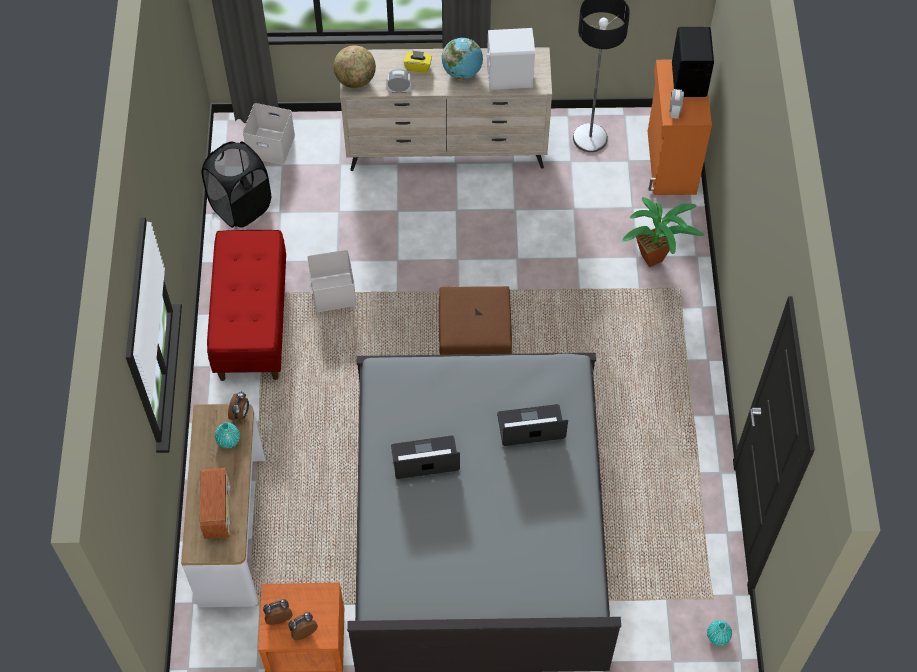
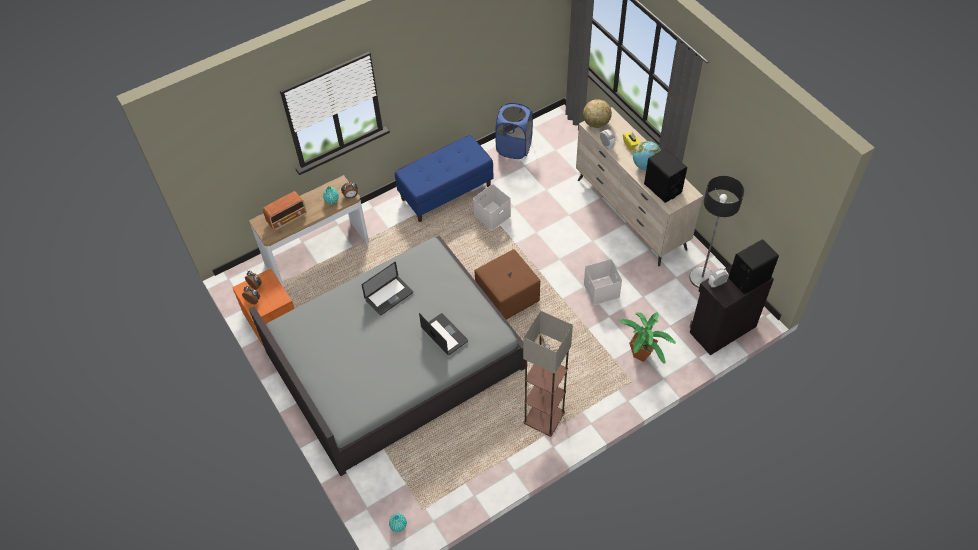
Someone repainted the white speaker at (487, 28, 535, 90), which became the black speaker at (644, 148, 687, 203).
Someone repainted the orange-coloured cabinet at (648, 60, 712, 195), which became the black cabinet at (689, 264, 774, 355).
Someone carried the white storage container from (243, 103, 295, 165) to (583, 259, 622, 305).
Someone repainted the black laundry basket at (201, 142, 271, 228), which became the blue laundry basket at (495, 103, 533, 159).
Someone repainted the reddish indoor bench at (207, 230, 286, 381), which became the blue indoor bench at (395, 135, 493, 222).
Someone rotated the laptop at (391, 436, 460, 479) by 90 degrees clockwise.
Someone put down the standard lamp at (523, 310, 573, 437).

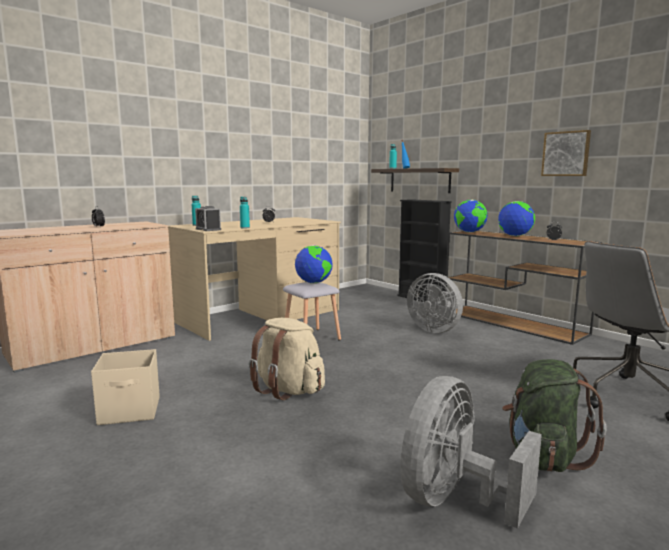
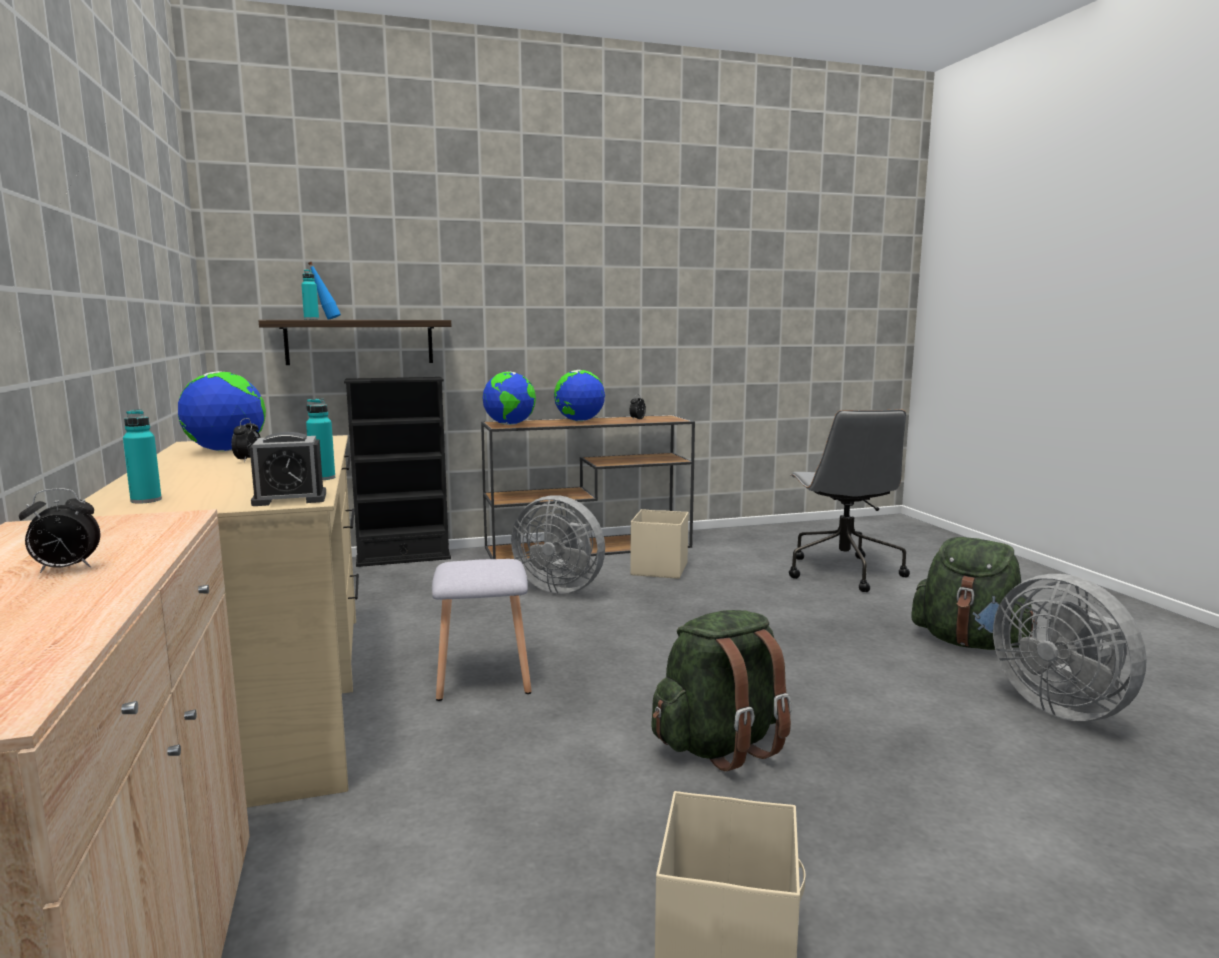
Someone took away the picture at (541, 130, 591, 176).
Someone carried the world globe from (295, 245, 333, 283) to (178, 371, 266, 451).
Someone rotated the gray fan at (407, 273, 463, 333) by 45 degrees clockwise.
Someone repainted the sand-coloured rucksack at (249, 318, 325, 400), which became the greenish rucksack at (651, 610, 792, 771).
Someone put down the sand-coloured storage container at (630, 509, 688, 579).

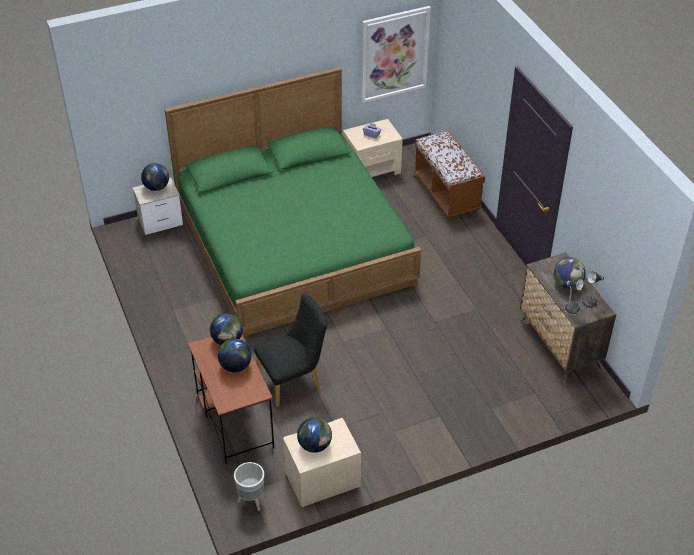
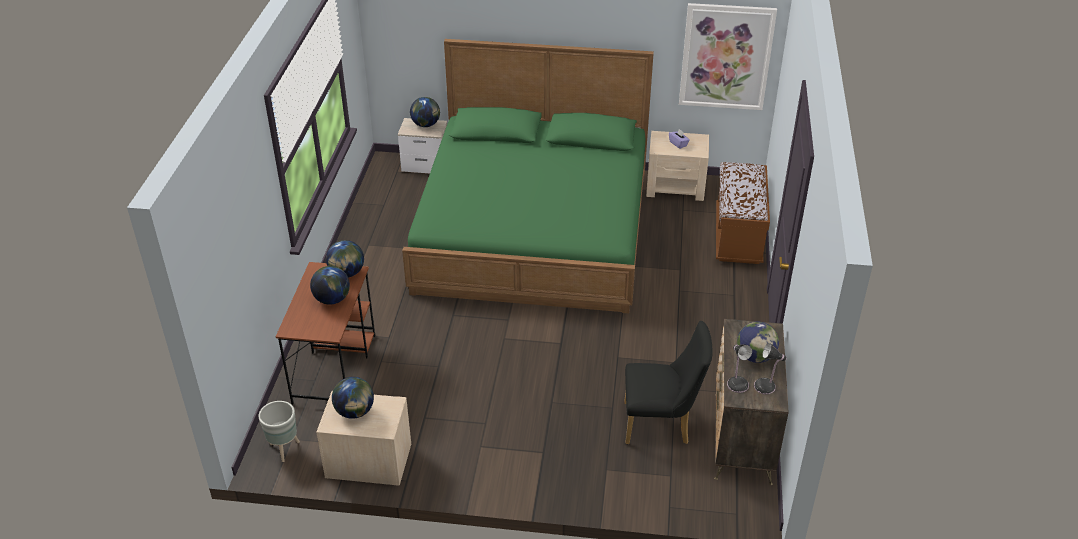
Someone carried the black plain chair from (254, 293, 327, 407) to (624, 321, 713, 444).

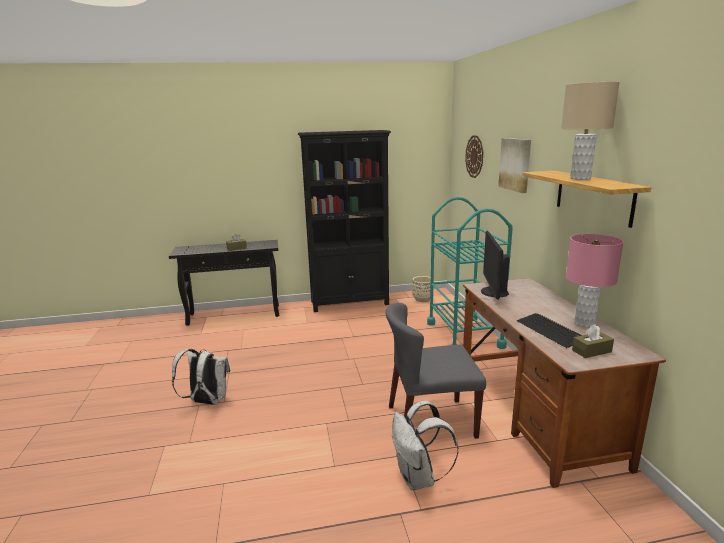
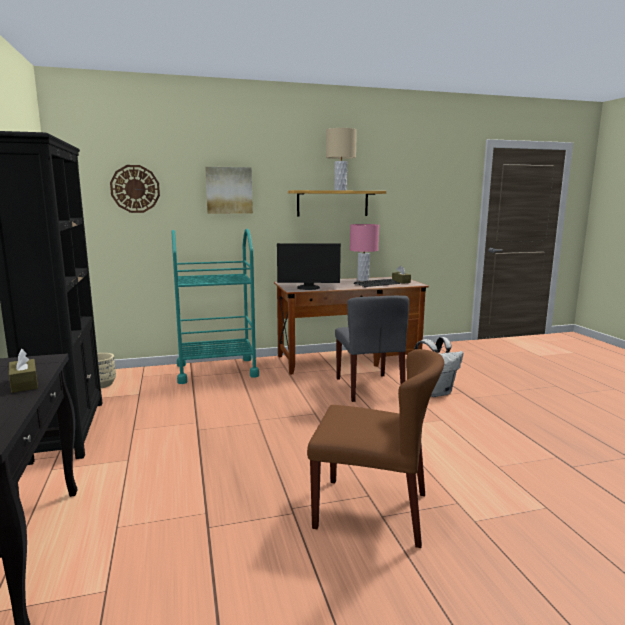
Someone swapped the white rucksack at (172, 349, 230, 405) for the brown-coloured plain chair at (307, 349, 444, 548).

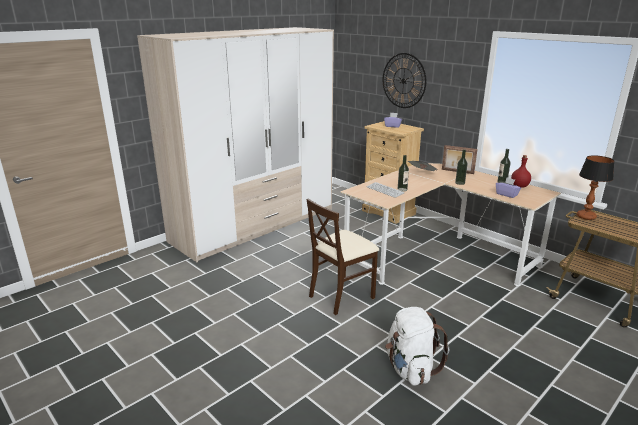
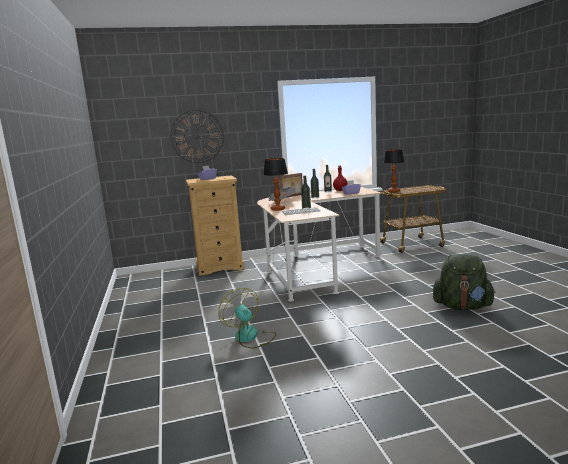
Someone took away the wardrobe at (137, 27, 334, 262).
Someone took away the sand-coloured plain chair at (307, 199, 379, 315).
Someone repainted the white rucksack at (385, 307, 449, 386), which became the greenish rucksack at (433, 255, 496, 310).
Someone put down the lamp for a table at (263, 158, 288, 211).
Someone put down the fan at (218, 288, 276, 348).

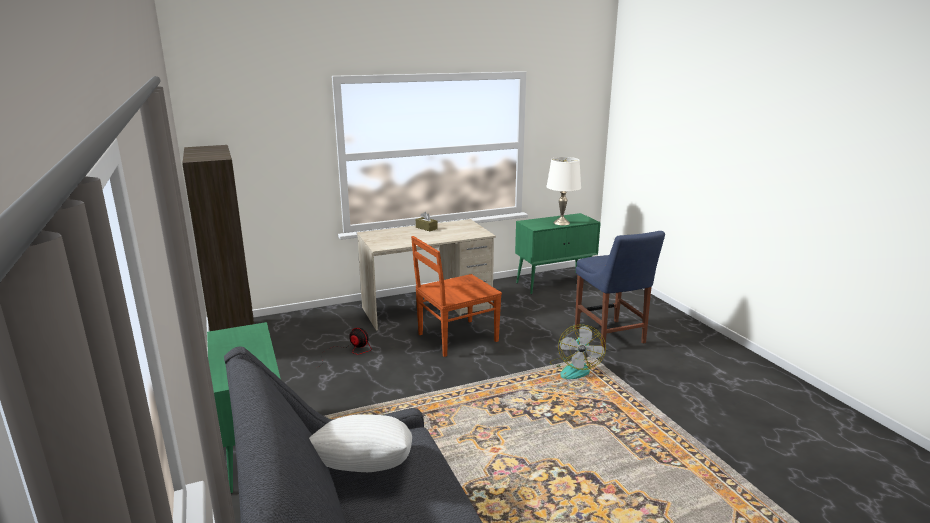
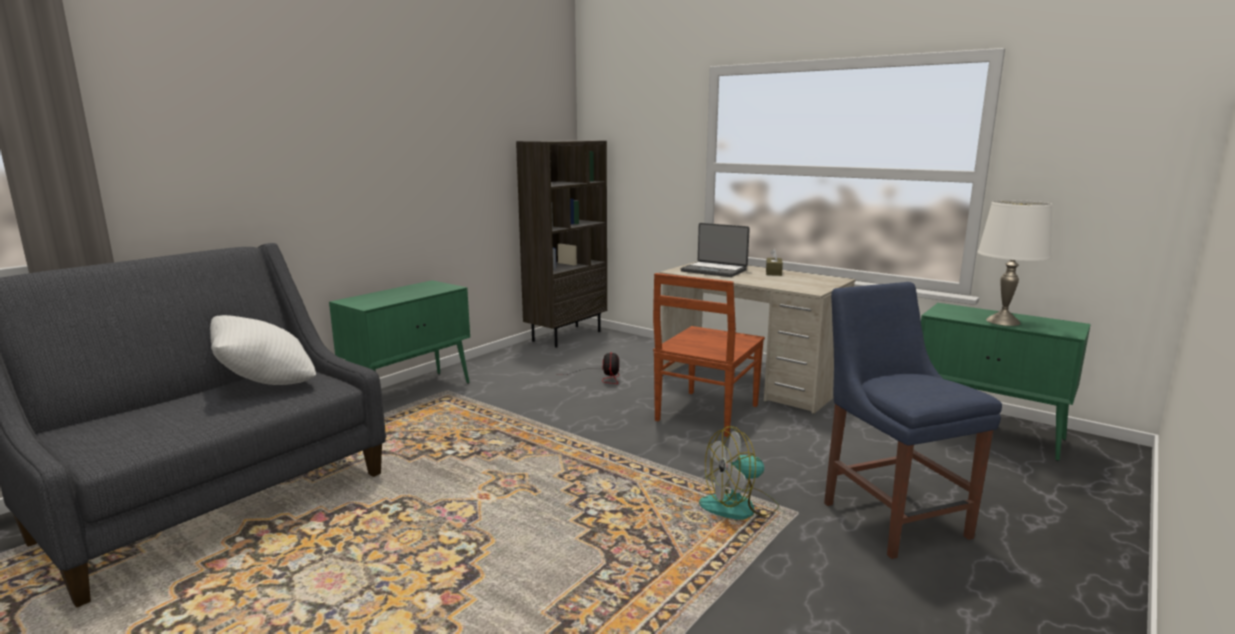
Someone rotated the blue plain chair at (575, 231, 665, 351) by 120 degrees clockwise.
Someone rotated the brown-coloured plain chair at (411, 236, 502, 357) by 90 degrees counterclockwise.
Someone put down the laptop at (681, 223, 750, 277).

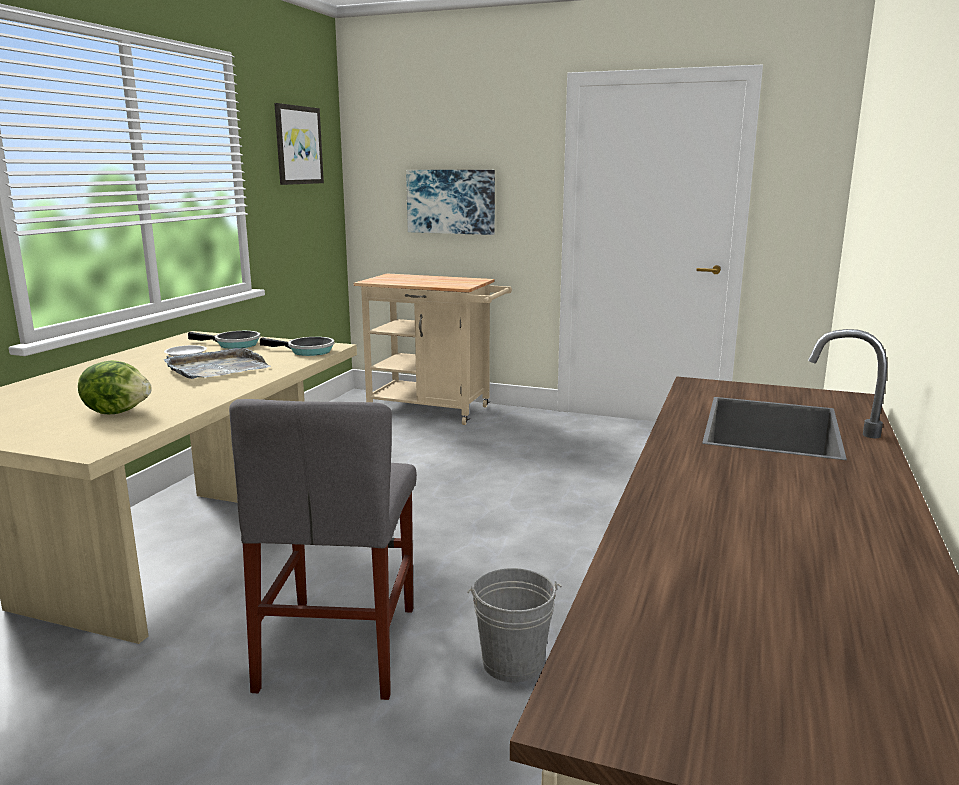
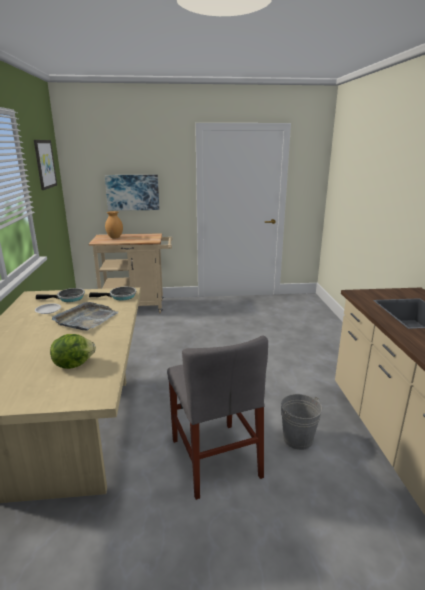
Someone put down the brown-coloured decorative vase at (105, 211, 123, 239).

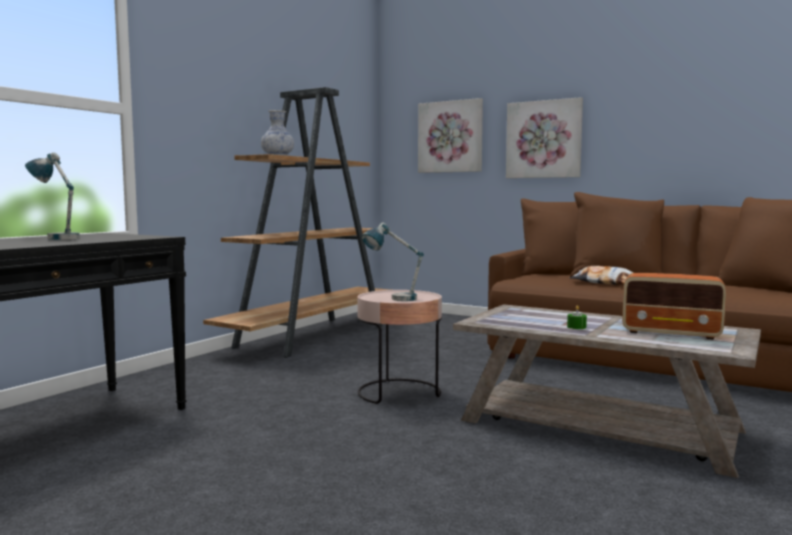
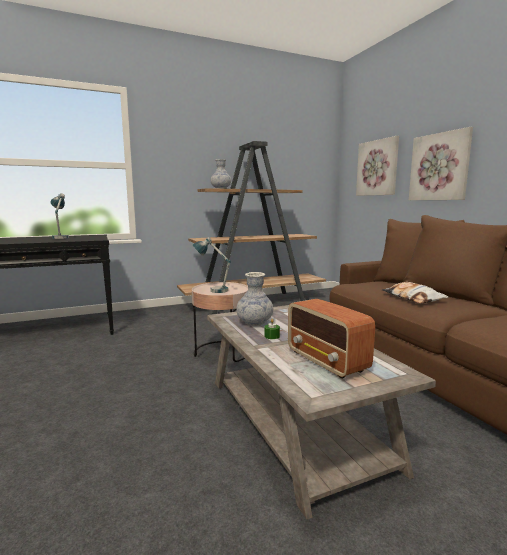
Someone put down the decorative vase at (237, 272, 273, 326).

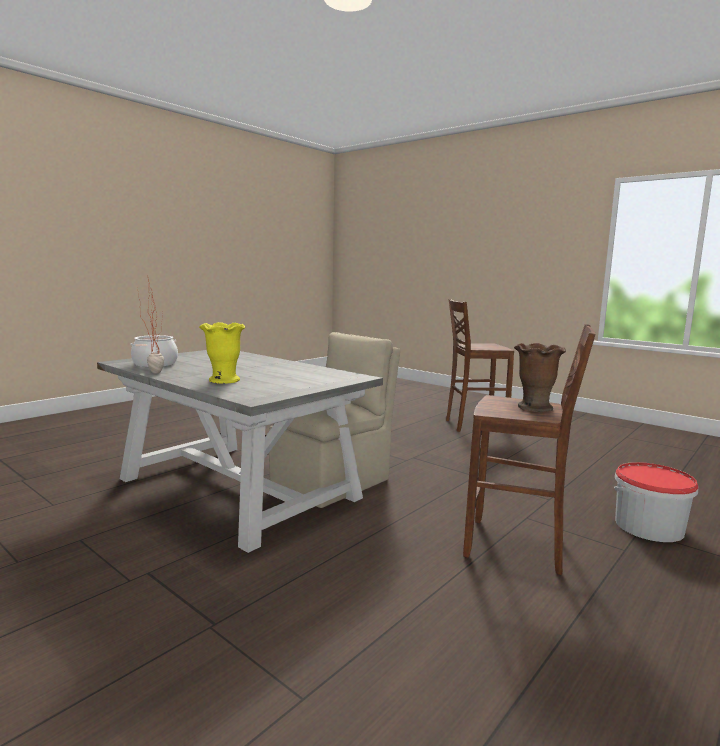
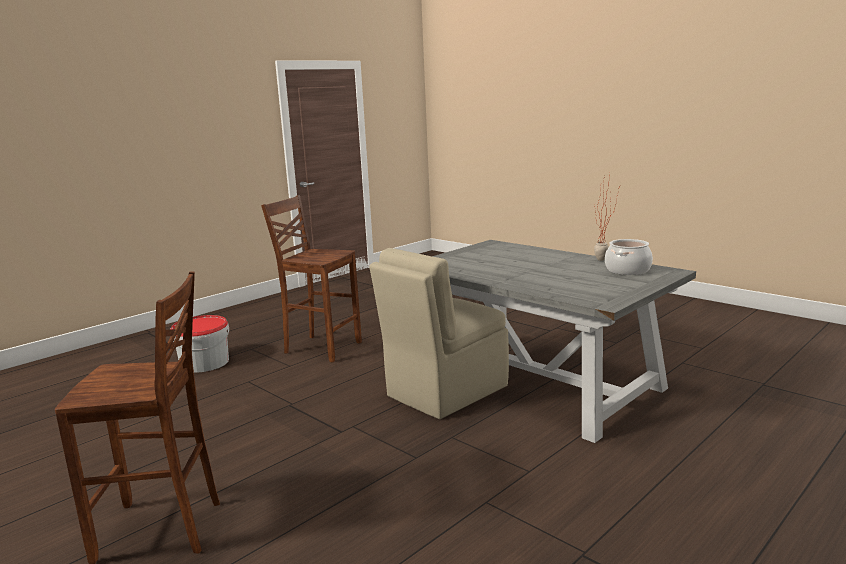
Someone took away the yellowish decorative vase at (199, 322, 245, 384).
Someone took away the brown-coloured decorative vase at (514, 343, 566, 412).

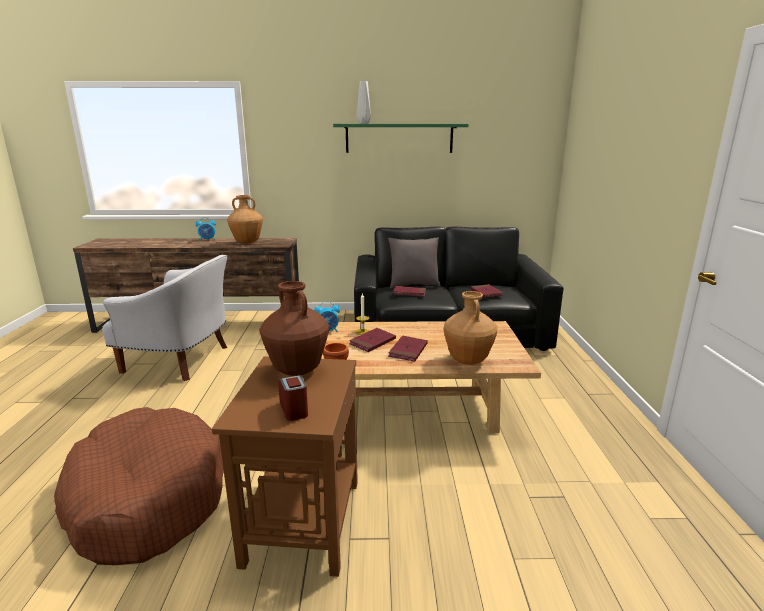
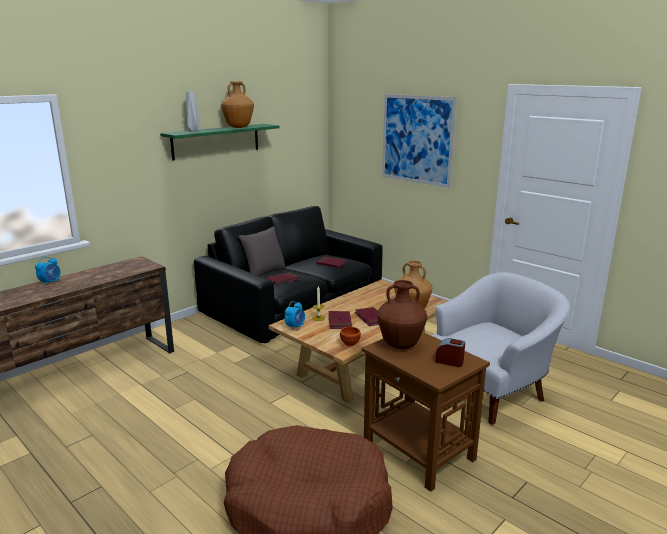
Someone carried the brown-coloured decorative vase from (227, 195, 263, 244) to (221, 82, 254, 128).
Someone carried the white lounge chair from (102, 255, 228, 381) to (431, 272, 570, 425).
Someone put up the picture at (382, 94, 457, 188).

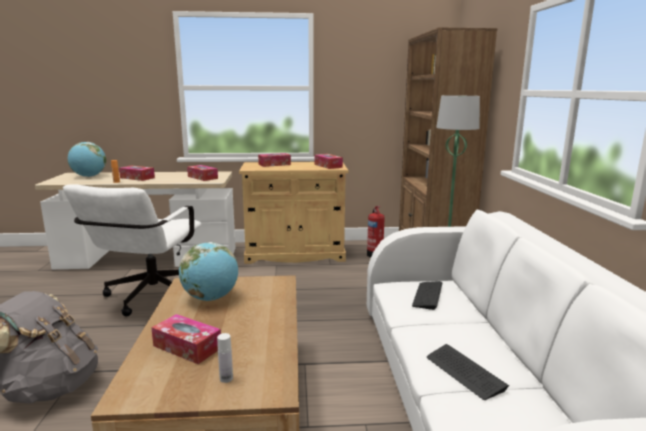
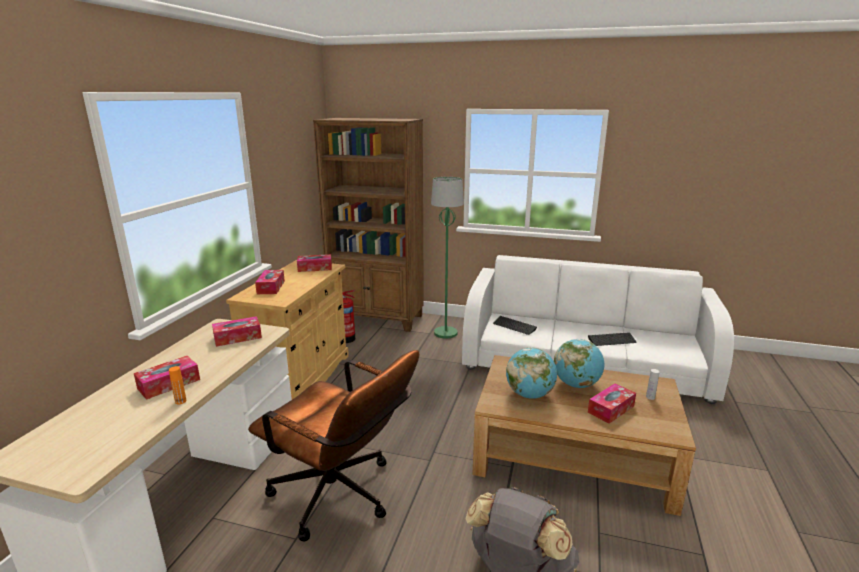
Someone carried the world globe from (68, 142, 106, 177) to (554, 339, 604, 388).
Someone repainted the white desk chair at (63, 184, 201, 316), which became the brown-coloured desk chair at (248, 350, 419, 542).

